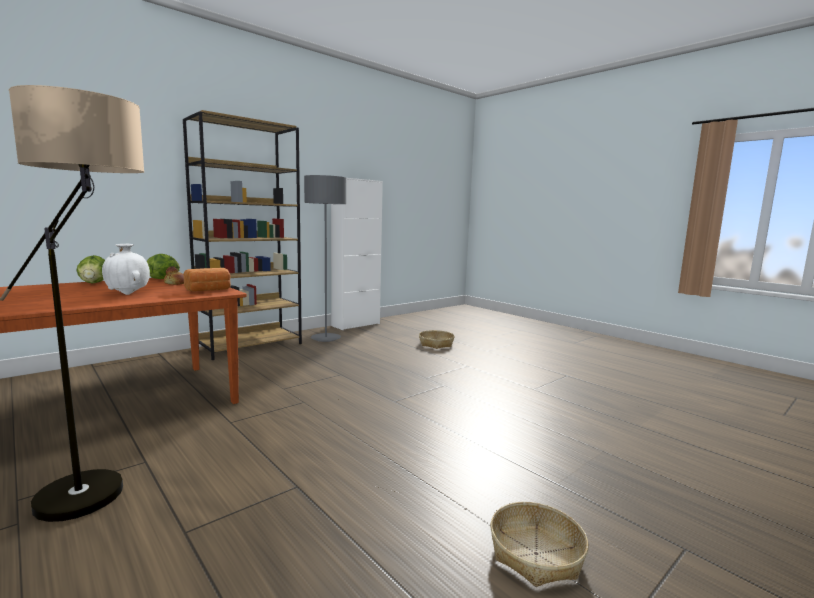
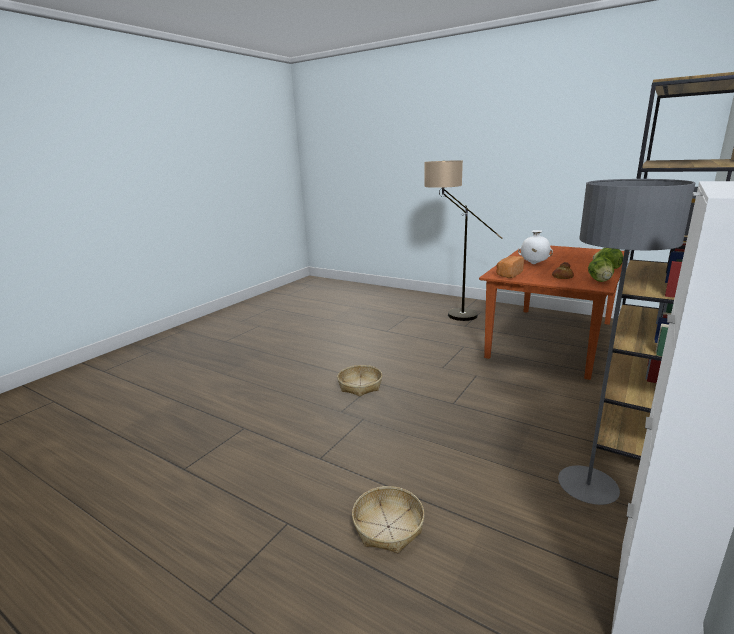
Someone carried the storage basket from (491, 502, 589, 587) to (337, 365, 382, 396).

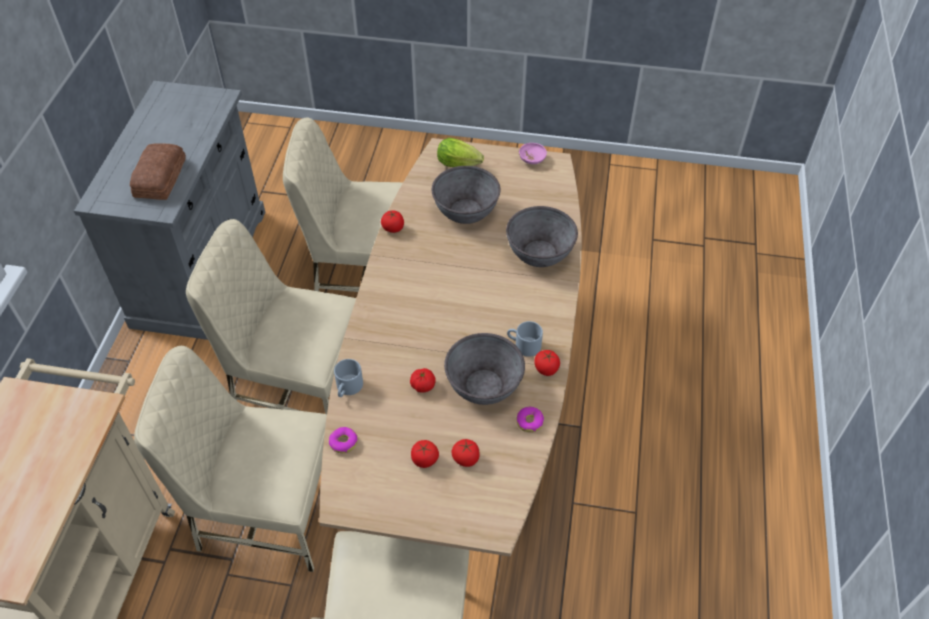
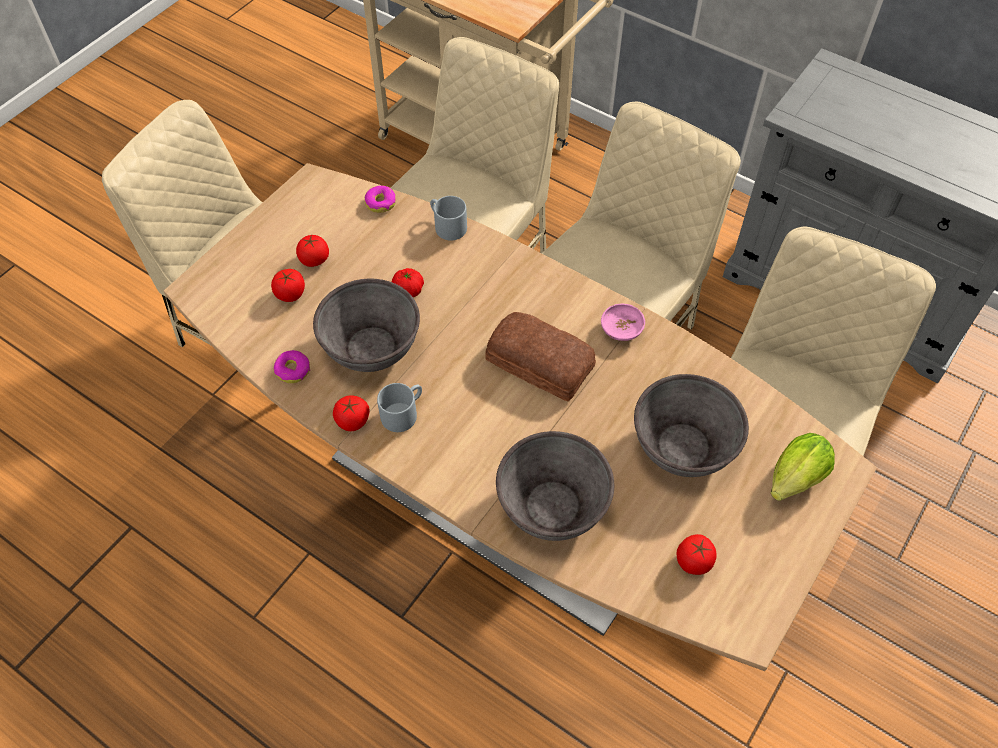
Someone carried the bakery bread from (130, 143, 186, 200) to (485, 312, 596, 401).
Someone carried the pinkish serving bowl from (519, 143, 547, 164) to (601, 304, 645, 341).
Someone carried the tomato from (381, 211, 404, 233) to (676, 534, 717, 575).

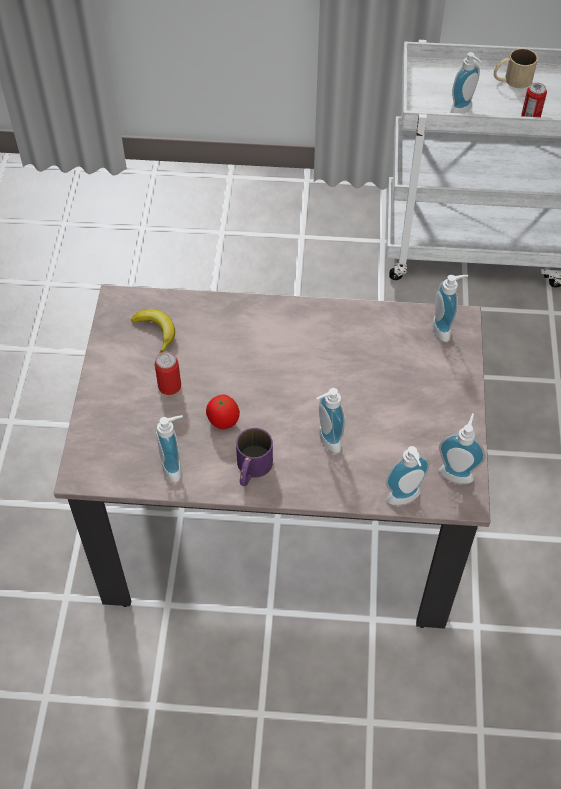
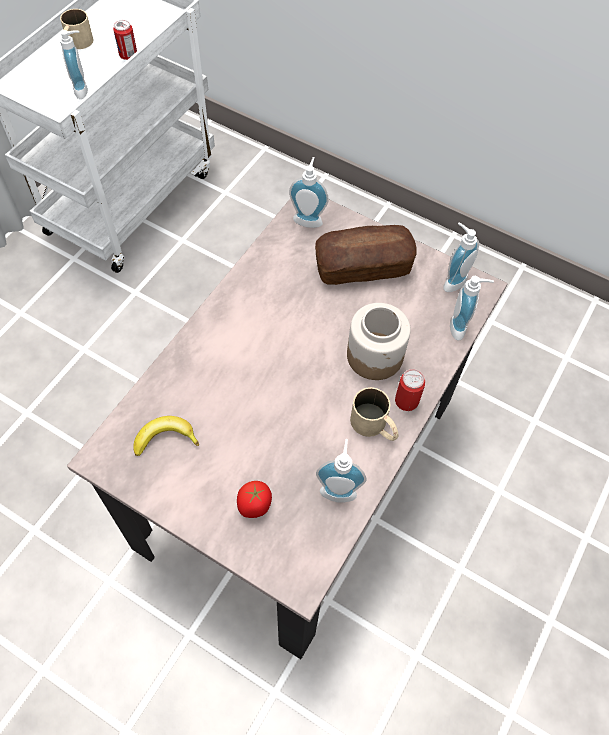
Someone carried the metal can from (155, 352, 181, 395) to (395, 369, 425, 411).
Someone swapped the soap bottle at (317, 388, 345, 453) for the jar at (347, 303, 411, 380).
Someone carried the tomato from (206, 395, 240, 429) to (237, 481, 272, 518).
Someone repainted the purple-coloured tea mug at (236, 428, 273, 486), which became the sand-coloured tea mug at (350, 387, 399, 441).
Someone put down the bakery bread at (315, 225, 417, 285).

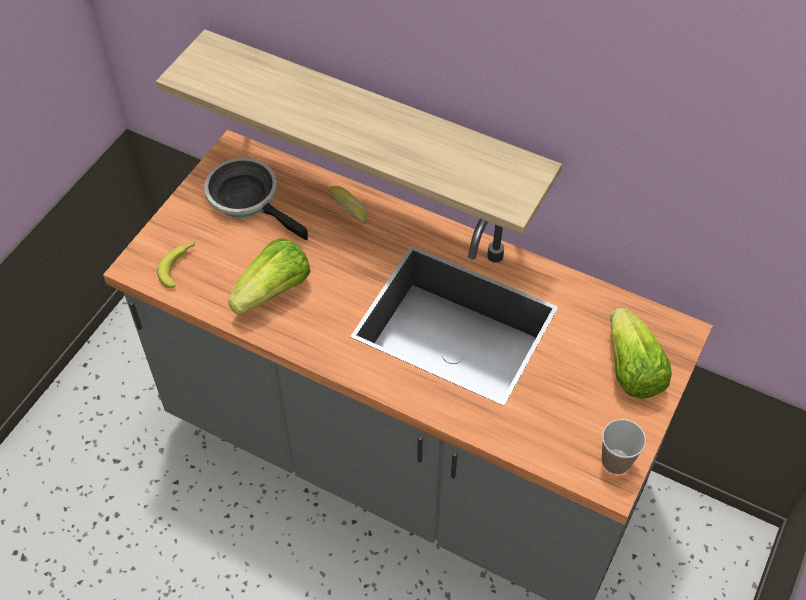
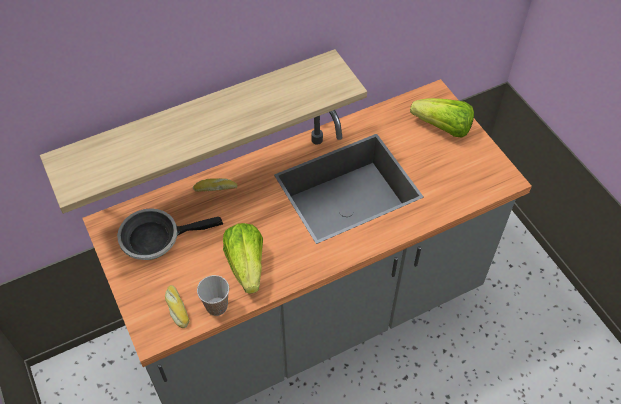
Someone swapped the banana fruit at (157, 241, 195, 288) for the bakery bread at (165, 285, 189, 328).
Someone carried the small cup from (602, 419, 646, 474) to (197, 275, 229, 316).

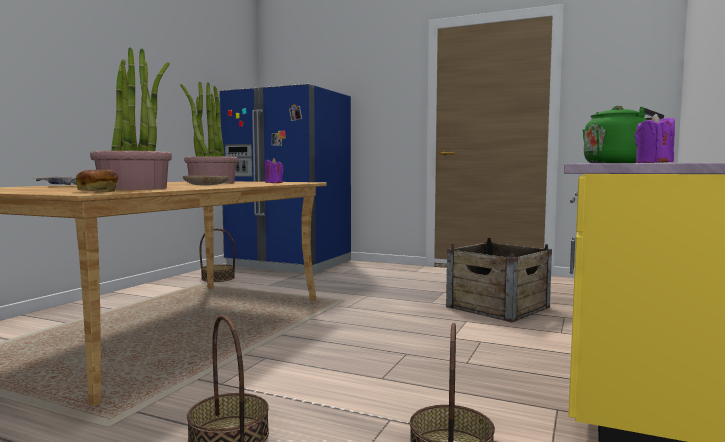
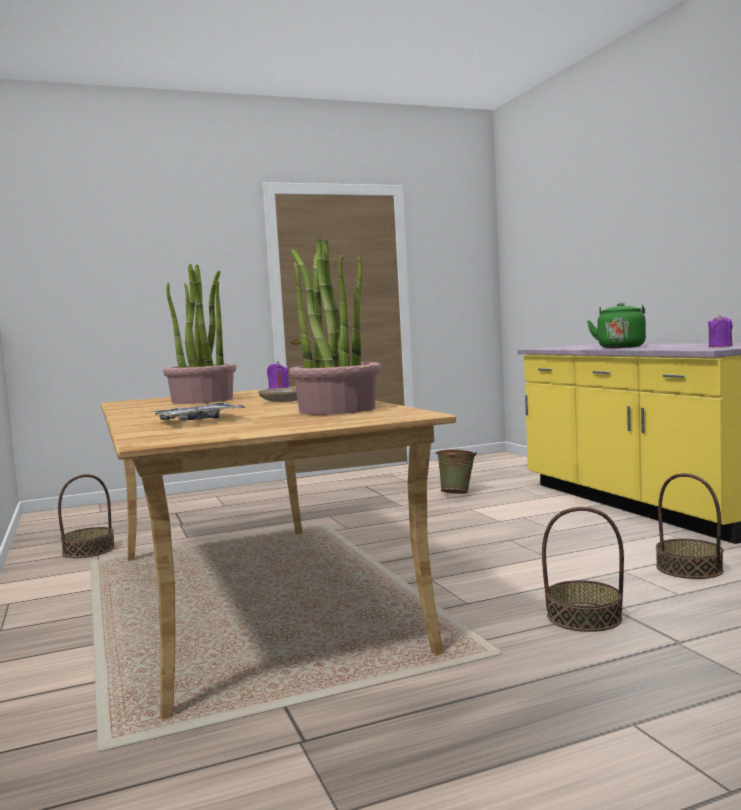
Someone took away the blue kitchen fridge at (219, 84, 351, 273).
Someone took away the bakery bread at (76, 169, 118, 192).
Someone swapped the crate at (446, 238, 552, 322) for the greenish bucket at (436, 449, 477, 494).

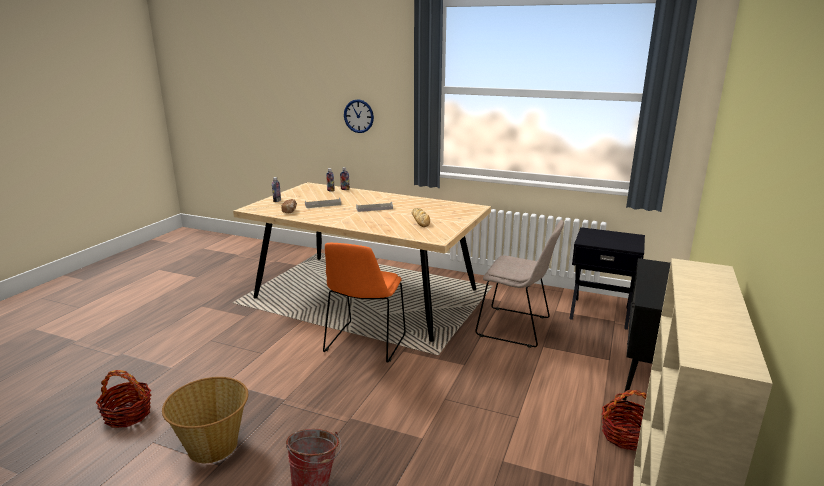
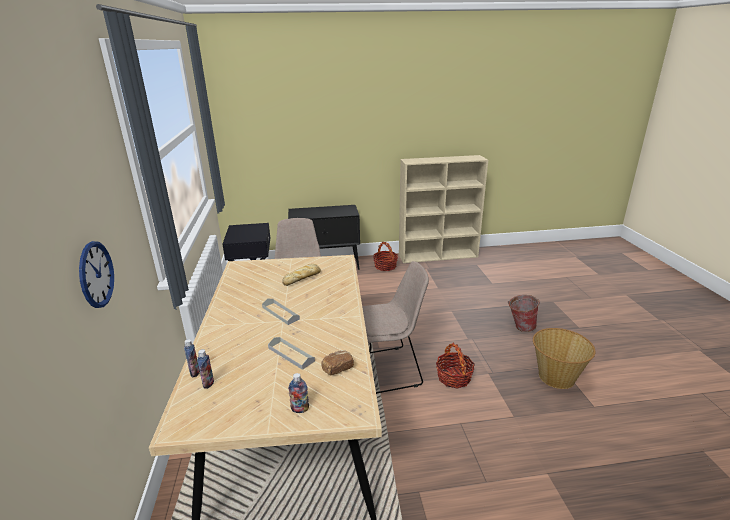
Someone repainted the orange-coloured plain chair at (323, 243, 406, 363), which became the sand-coloured plain chair at (362, 261, 429, 394).
Someone carried the storage basket from (96, 370, 151, 428) to (436, 343, 475, 388).

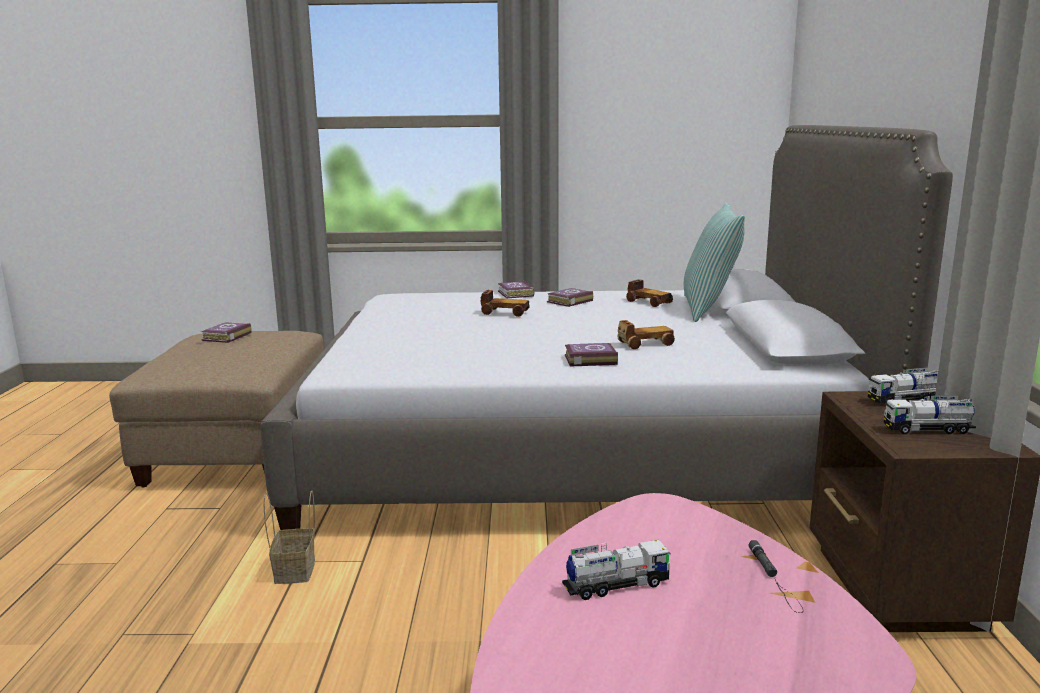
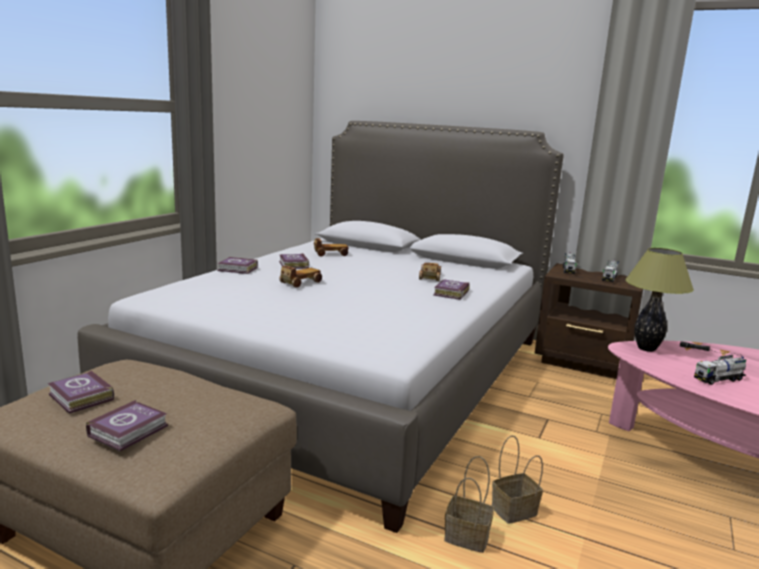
Someone took away the throw pillow at (684, 203, 745, 322).
Someone rotated the toy truck at (562, 539, 672, 600) by 120 degrees counterclockwise.
Someone put down the lamp for a table at (625, 248, 694, 352).
Someone put down the bound book at (86, 400, 168, 451).
Someone put down the storage basket at (492, 435, 543, 524).

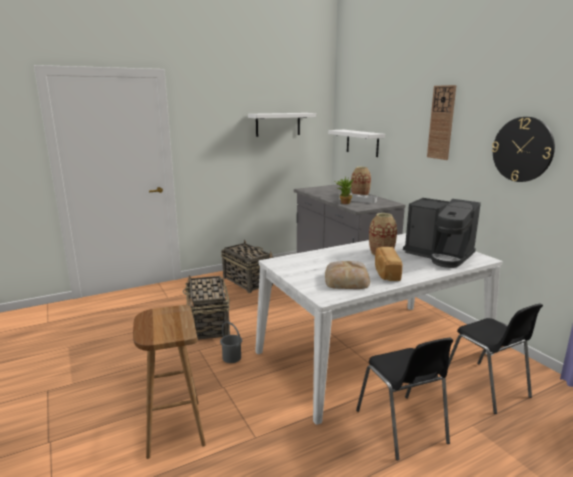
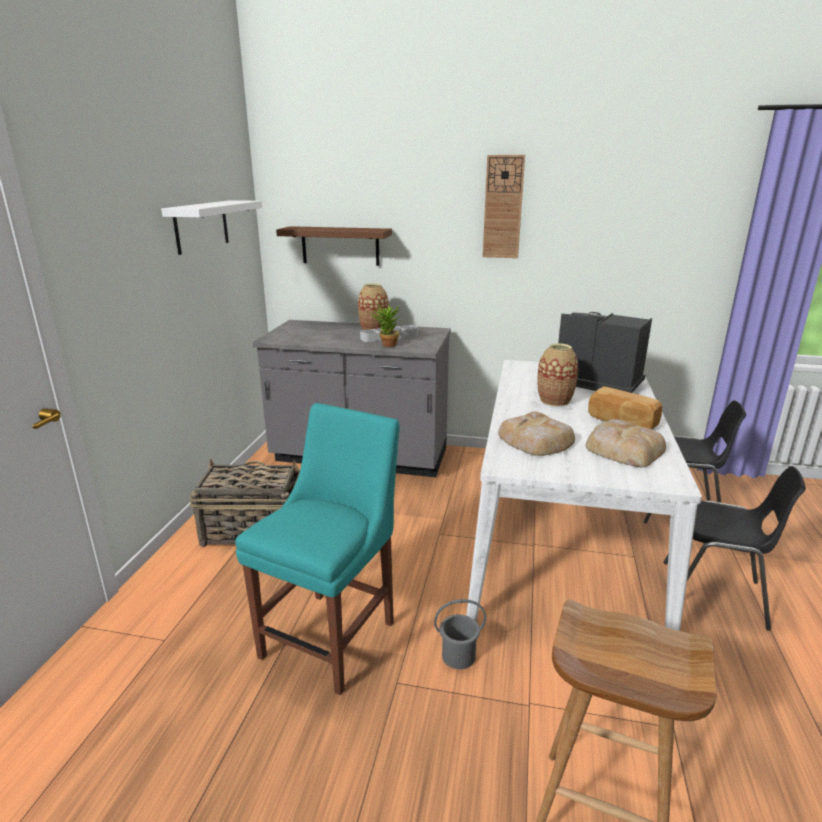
Someone took away the wall clock at (492, 117, 555, 182).
Someone repainted the white bracket shelf at (328, 130, 385, 157), which became the brown-coloured bracket shelf at (276, 226, 392, 266).
Someone rotated the coffee machine at (403, 198, 481, 268) by 135 degrees counterclockwise.
Someone swapped the storage basket at (183, 275, 230, 340) for the turquoise-coloured plain chair at (235, 403, 400, 695).
Someone put down the bakery bread at (498, 412, 575, 456).

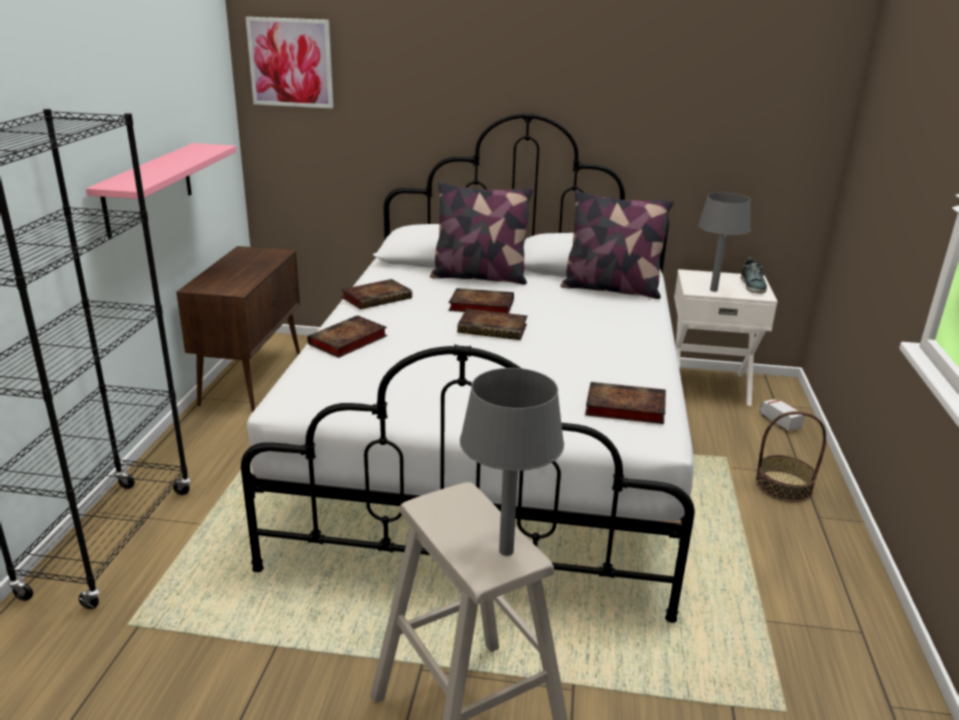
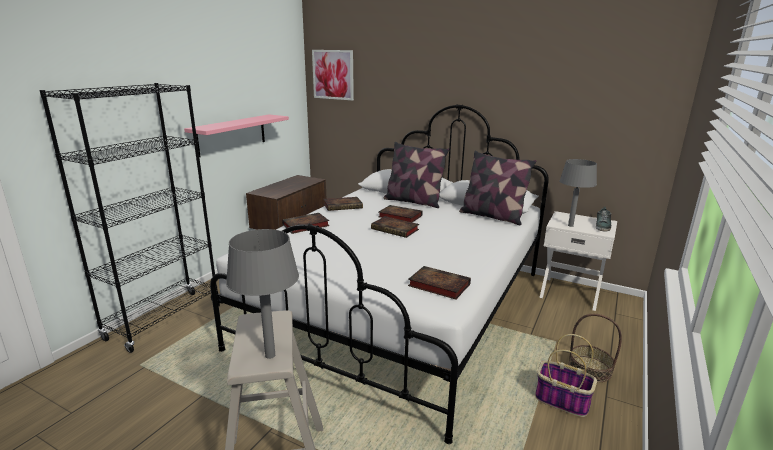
Someone took away the toy truck at (759, 399, 805, 431).
Someone put down the storage basket at (535, 334, 597, 417).

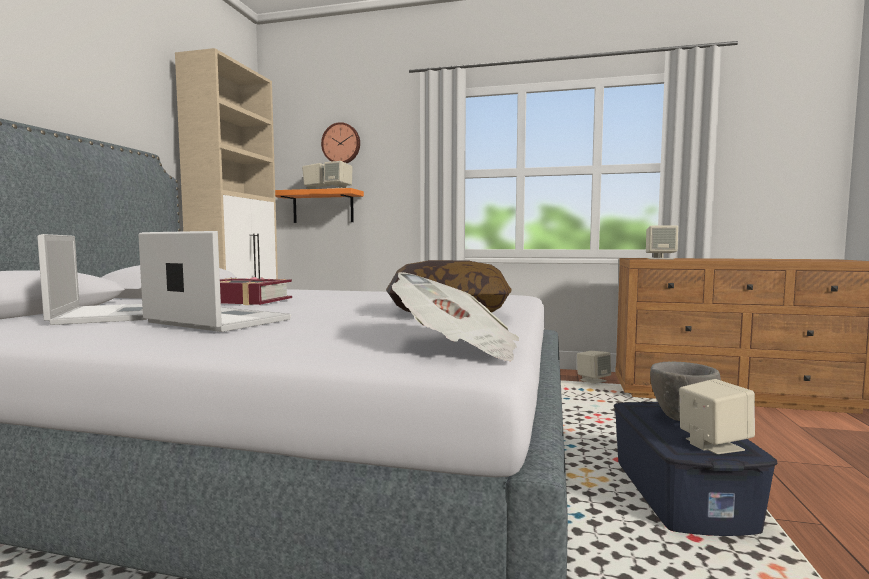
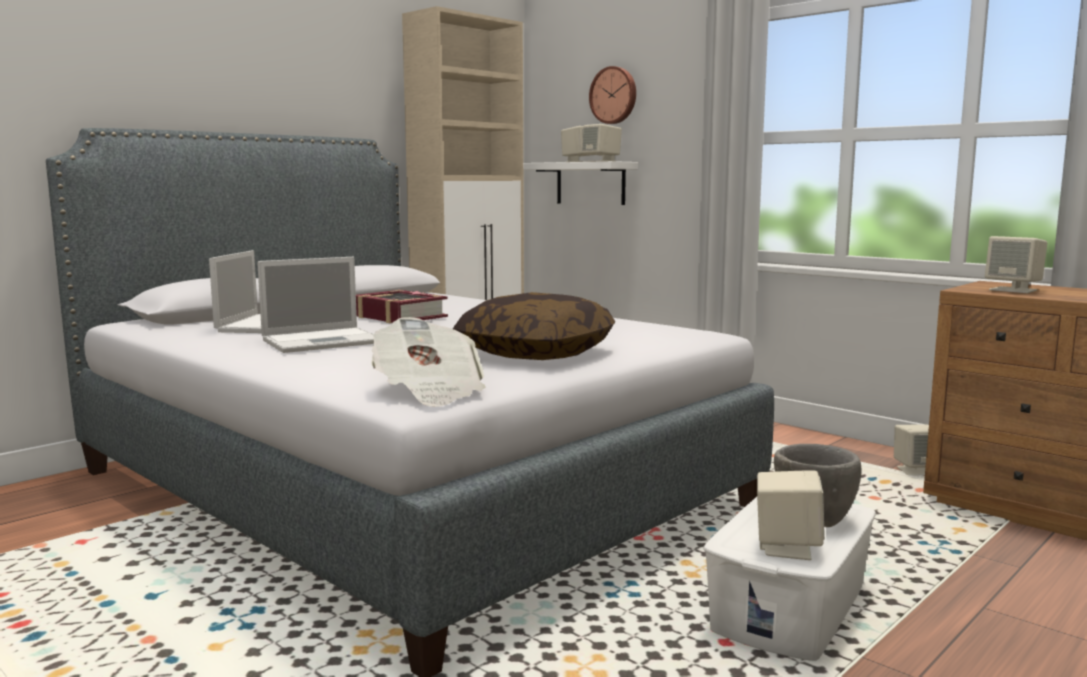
Someone repainted the orange-coloured bracket shelf at (275, 188, 364, 223), which became the white bracket shelf at (523, 161, 638, 205).
Someone rotated the laptop at (138, 231, 291, 332) by 90 degrees clockwise.
Someone repainted the blue storage container at (614, 402, 777, 536), which became the white storage container at (703, 497, 876, 661).

